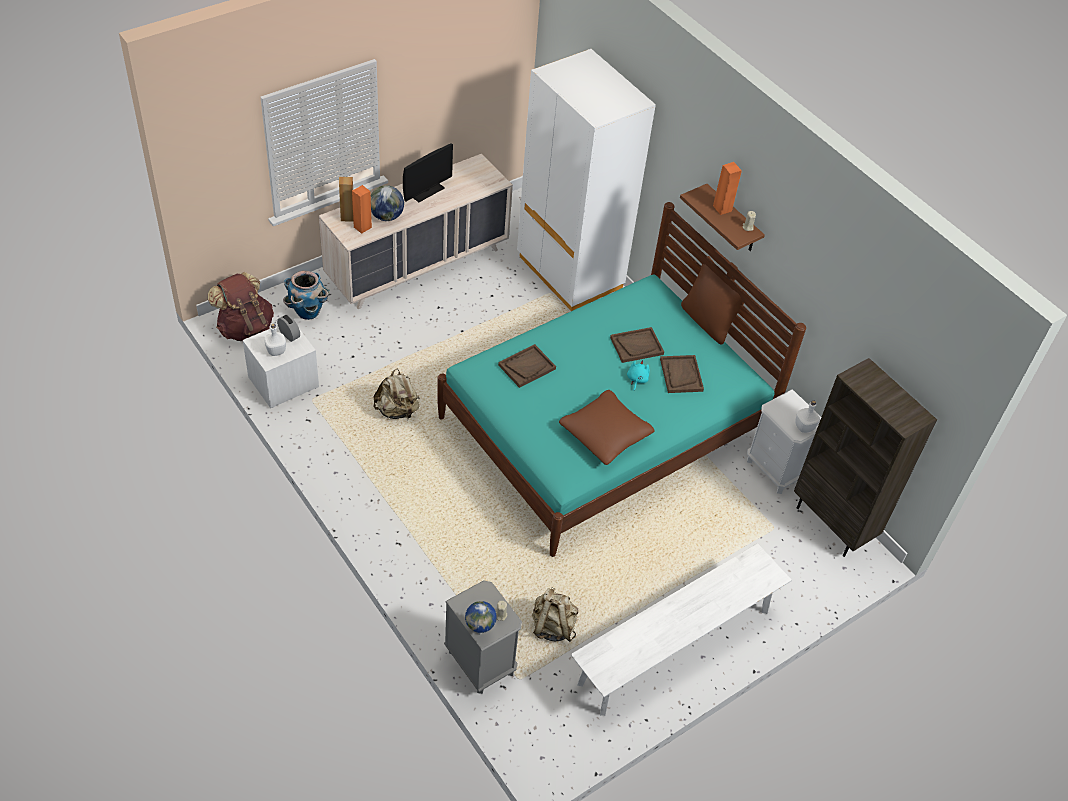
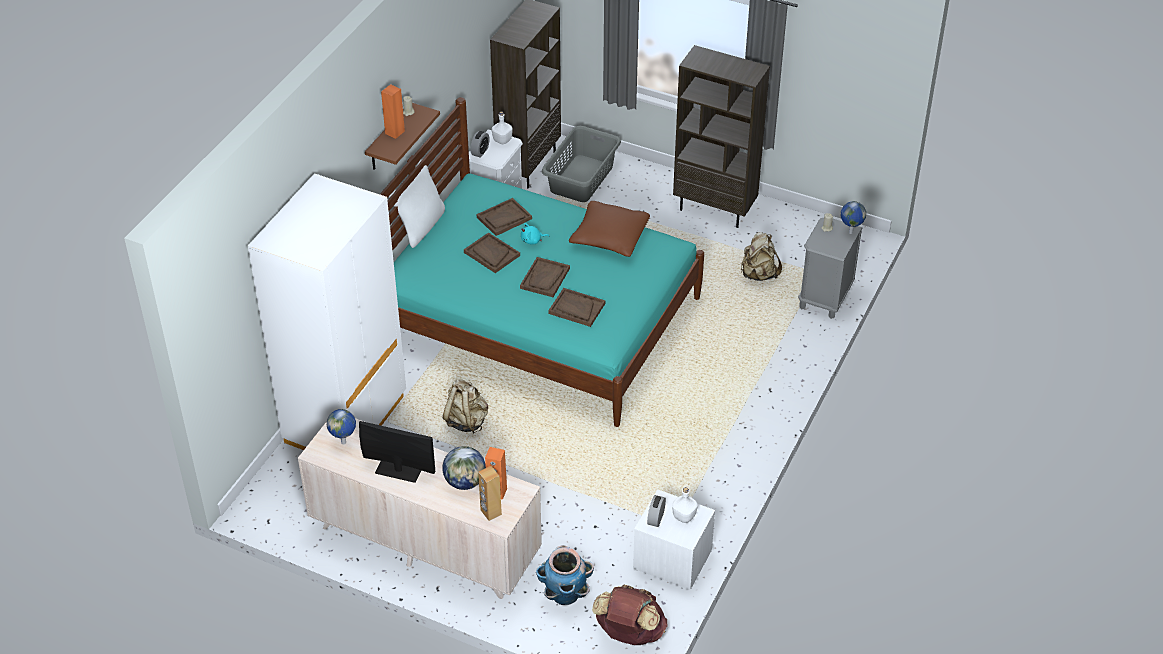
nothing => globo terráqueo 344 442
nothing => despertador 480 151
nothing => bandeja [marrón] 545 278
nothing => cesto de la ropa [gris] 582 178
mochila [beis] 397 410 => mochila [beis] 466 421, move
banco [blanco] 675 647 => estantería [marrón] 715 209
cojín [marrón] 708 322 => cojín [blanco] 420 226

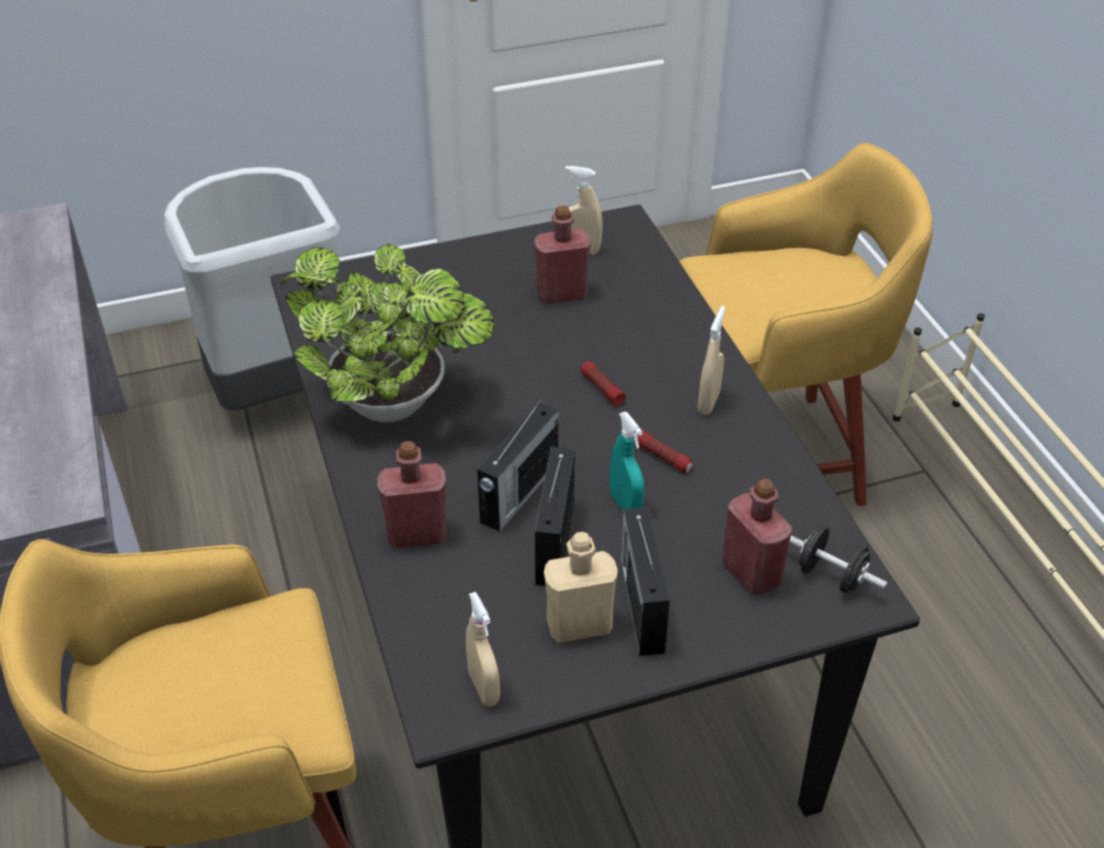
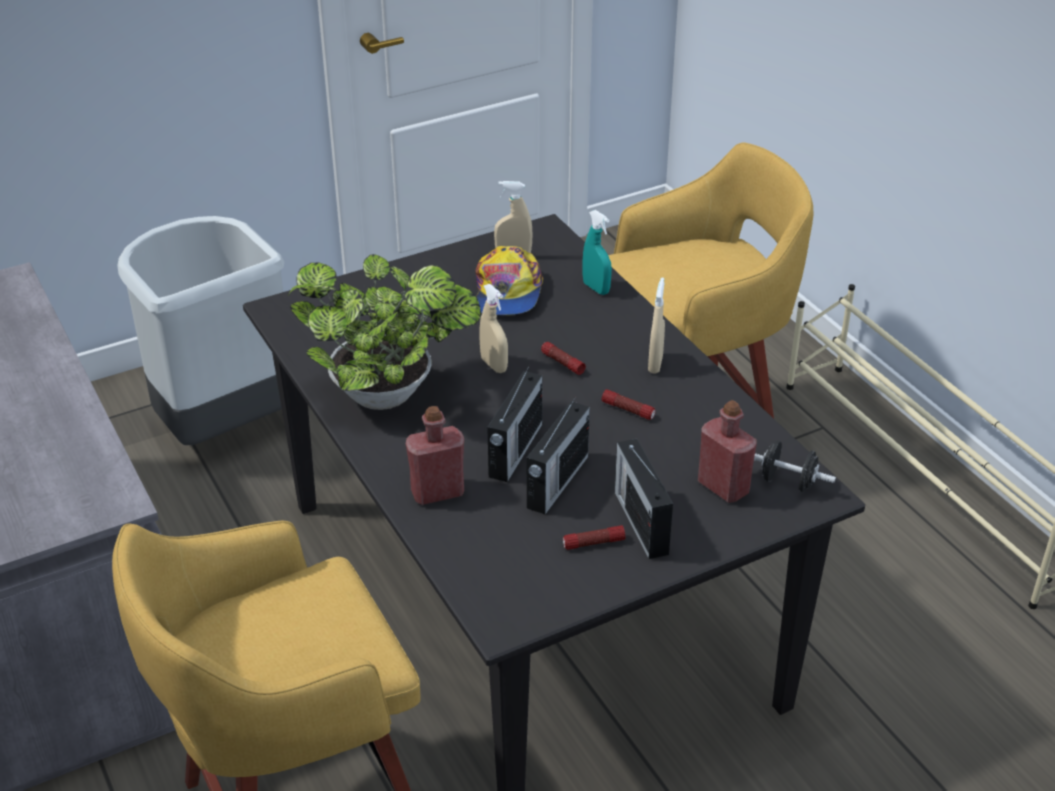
pulverizador [beis] 484 688 => pulverizador [beis] 494 365, move
pulverizador [turquesa] 625 505 => pulverizador [turquesa] 596 288, move
botella [rojo] 562 294 => gorra 507 292
botella [beis] 579 625 => linterna 593 543
radio 556 540 => radio 556 483, 150 degrees counterclockwise

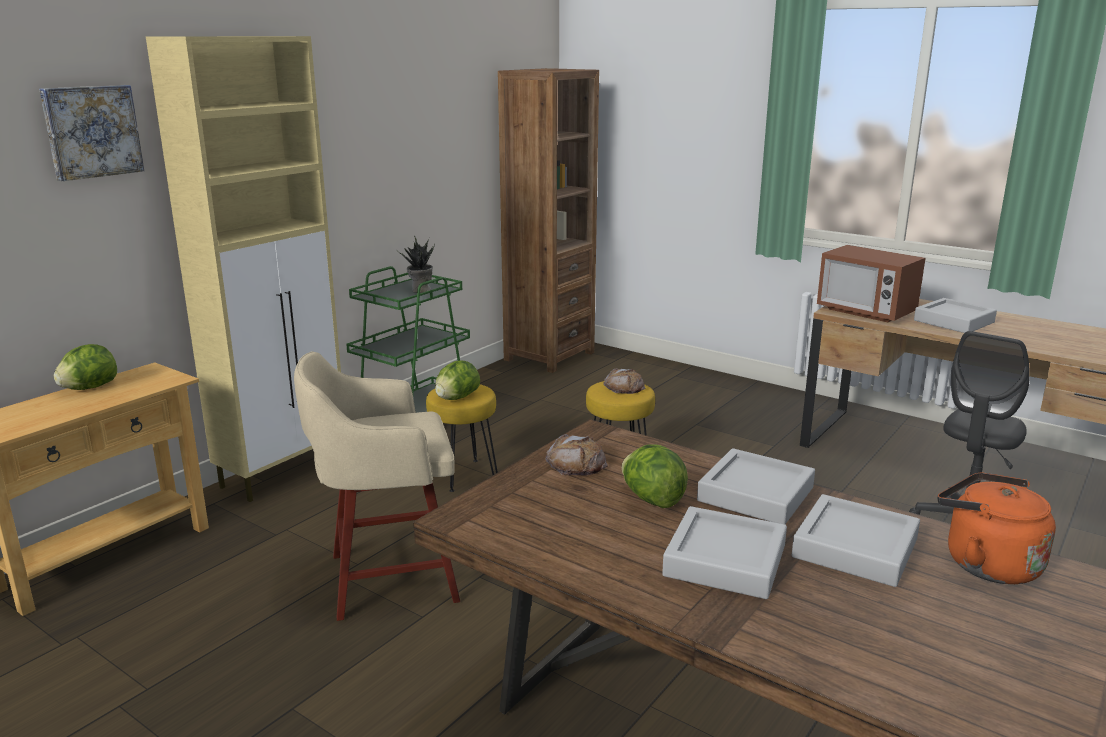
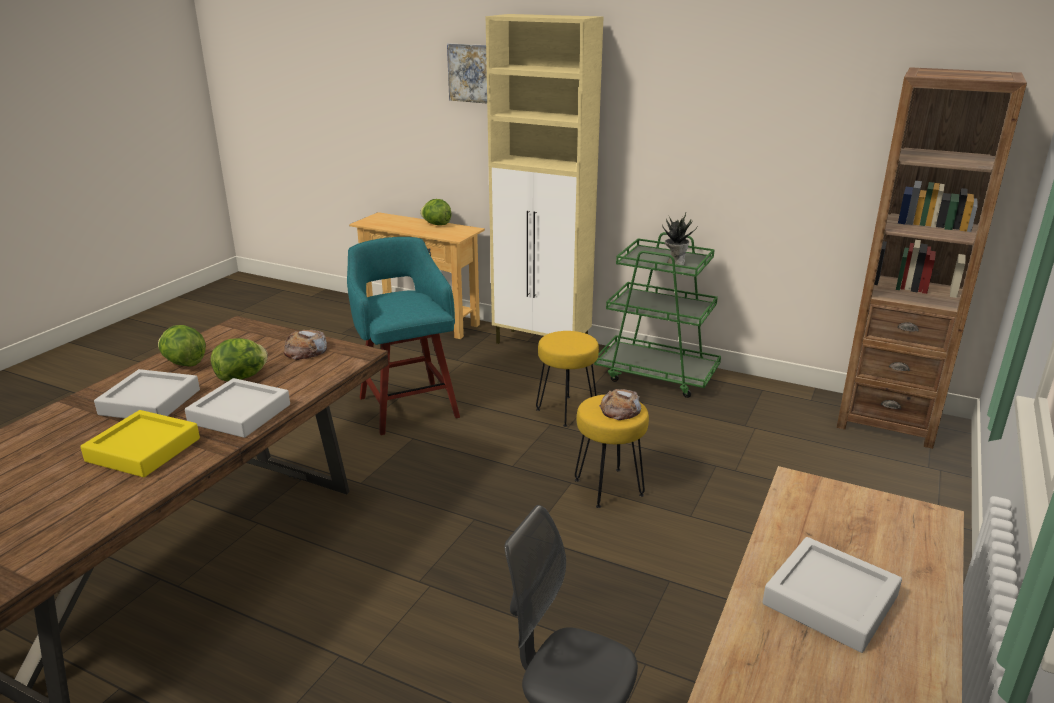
microondas 865 312 => nothing
hervidor [naranja] 985 563 => nothing
lechuga 457 398 => lechuga 184 363, move
taburete [beis] 388 578 => taburete [turquesa] 408 405
bandeja [gris] 855 548 => bandeja [amarillo] 143 450

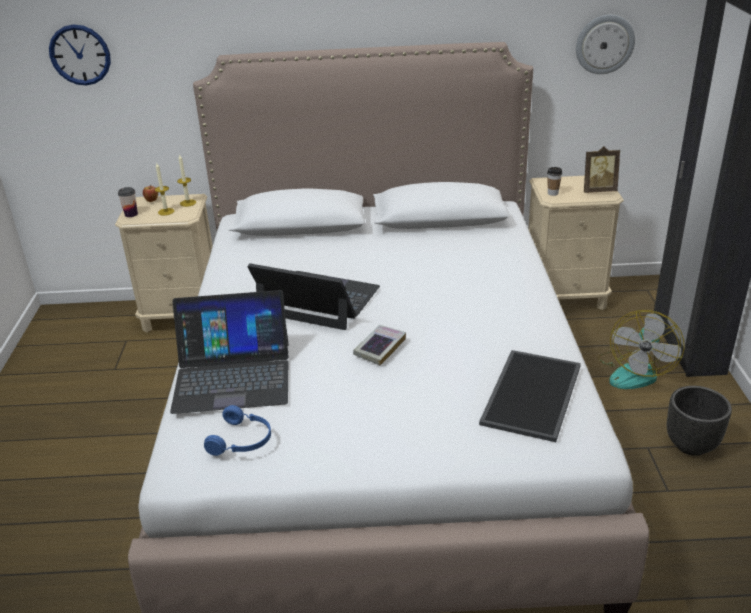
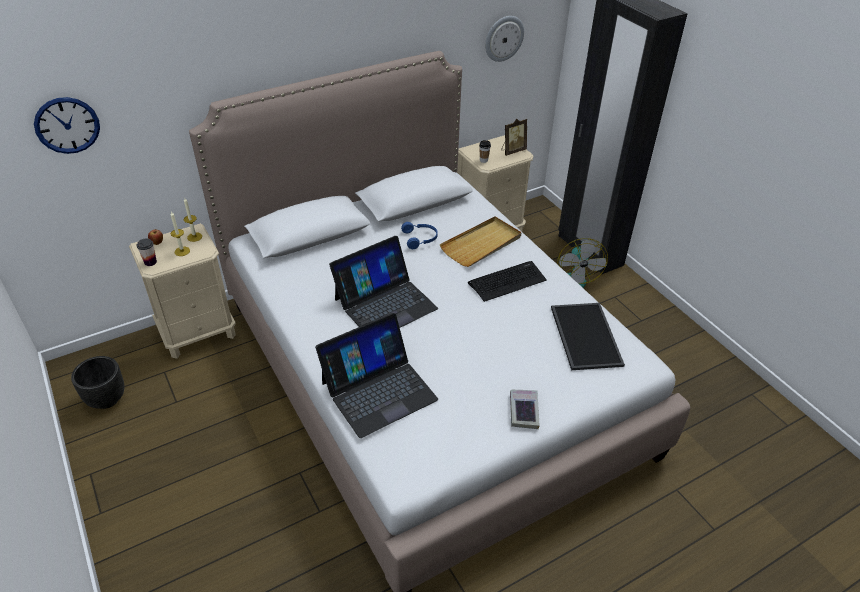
nothing => bandeja [beis] 482 244
nothing => teclado 507 281
auriculares [azul] 242 440 => auriculares [azul] 420 239, move
libro 379 348 => libro 523 411, move
maceta [negro] 691 446 => maceta [negro] 107 400, move
portátil 318 300 => portátil 385 303, 150 degrees clockwise

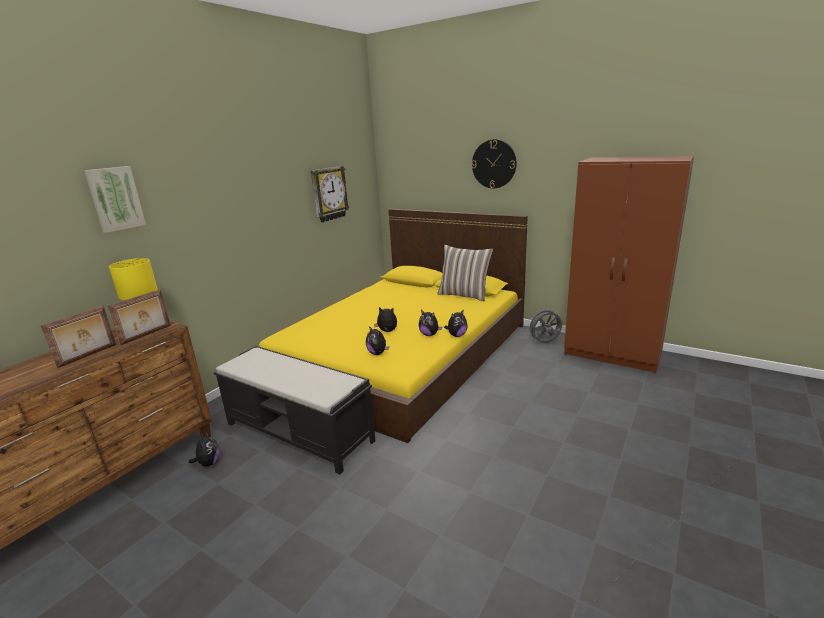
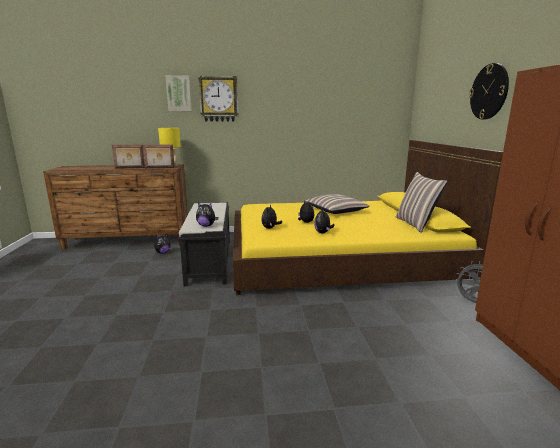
nothing => cojín 336 210
reloj de pared 329 194 => reloj de pared 219 99, move
peluche 456 335 => peluche 206 226, move

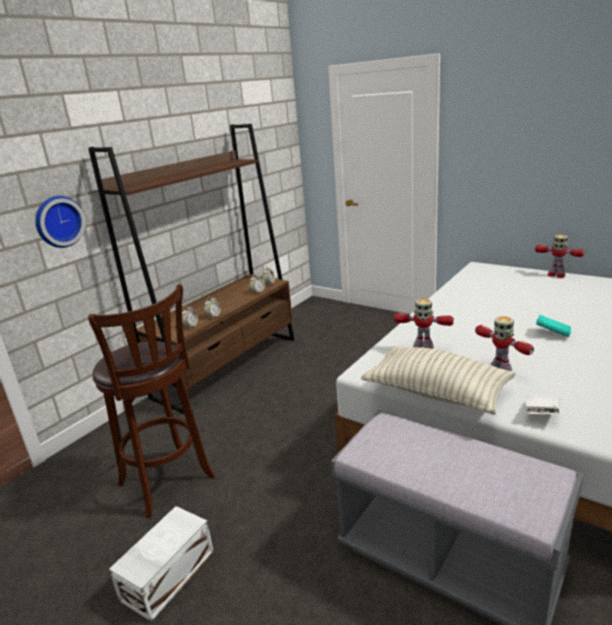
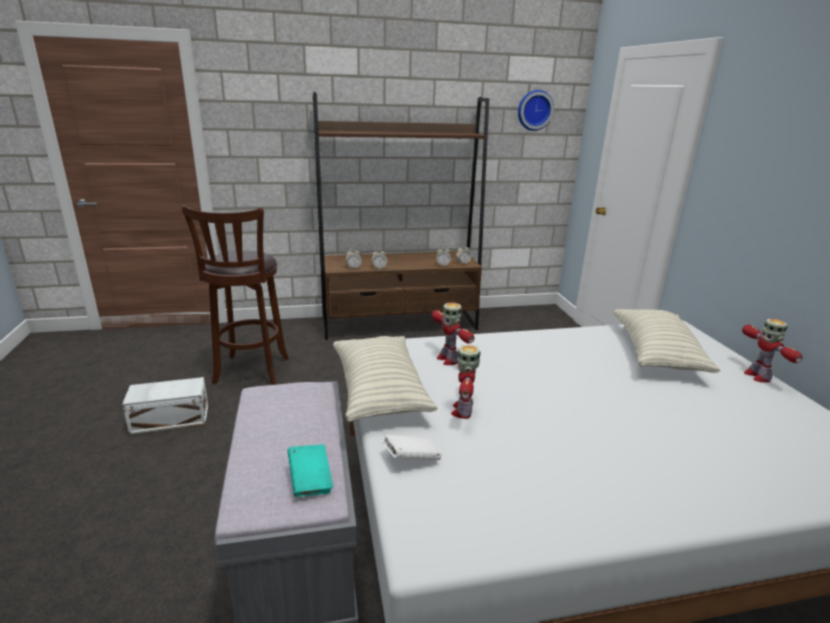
nothing => cojín 656 354
reloj de pared 58 221 => reloj de pared 534 110, move
libro [turquesa] 552 333 => libro [turquesa] 310 481, move

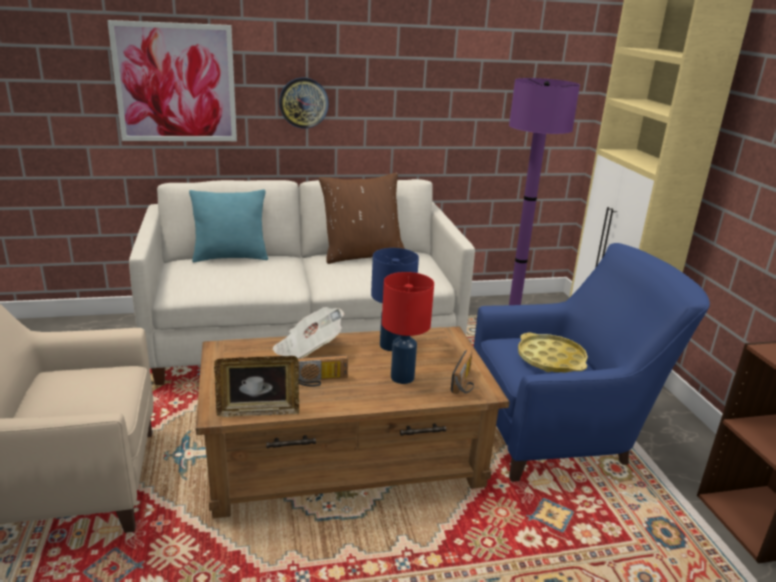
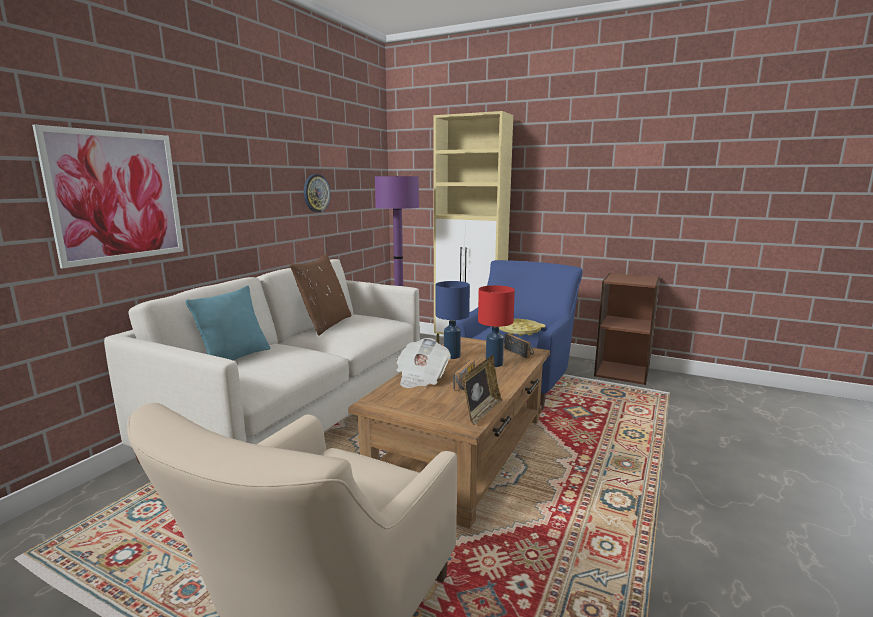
reloj de pared 303 103 => reloj de pared 316 193, move

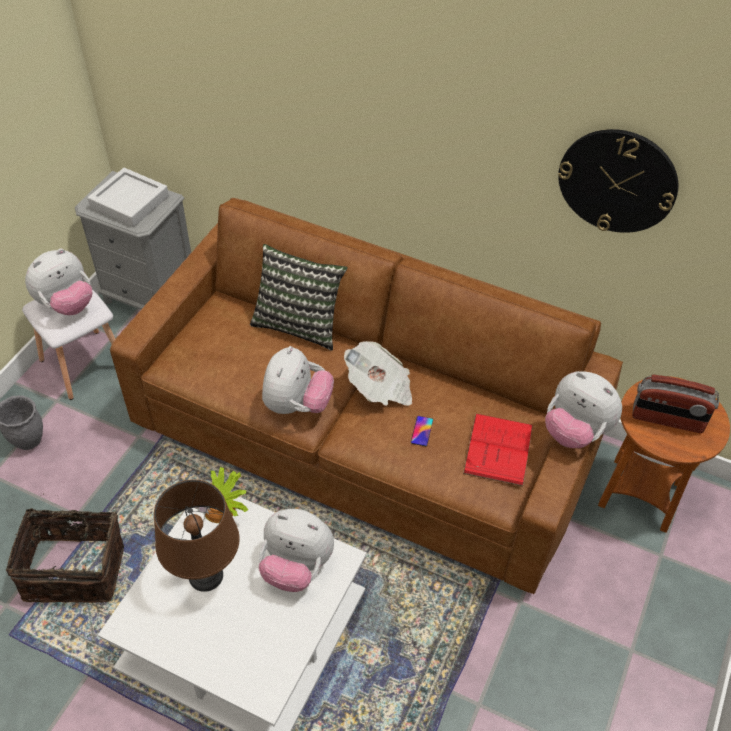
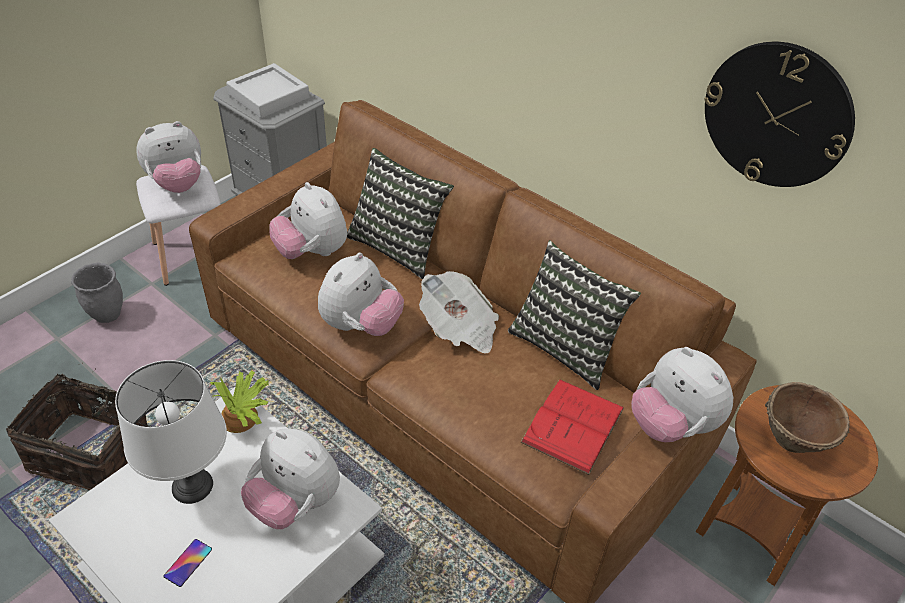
nothing => peluche 312 252
nothing => cojín 567 345
móvil 422 431 => móvil 188 563, move
radio 667 419 => cuenco [marrón] 795 438
lámpara de mesa [marrón] 206 575 => lámpara de mesa [blanco] 193 486

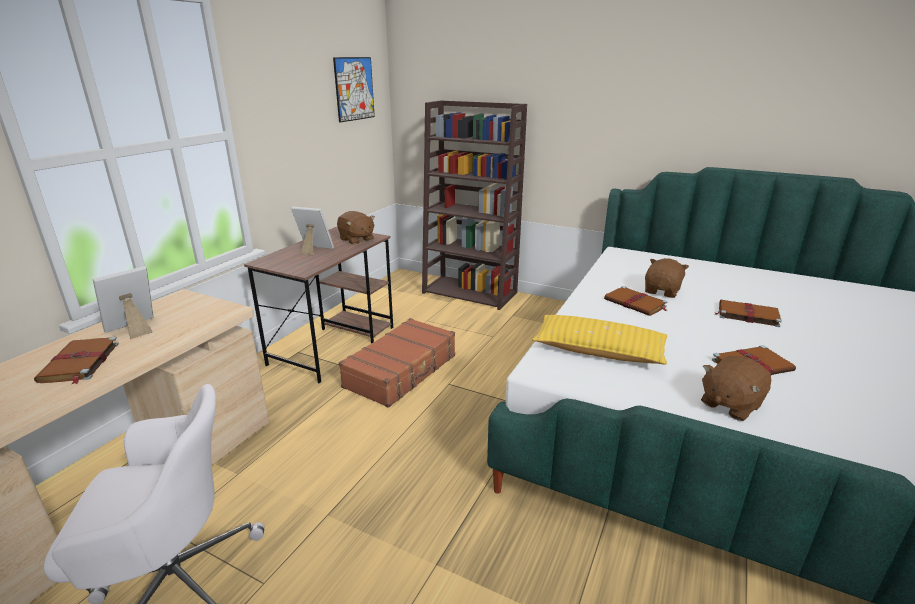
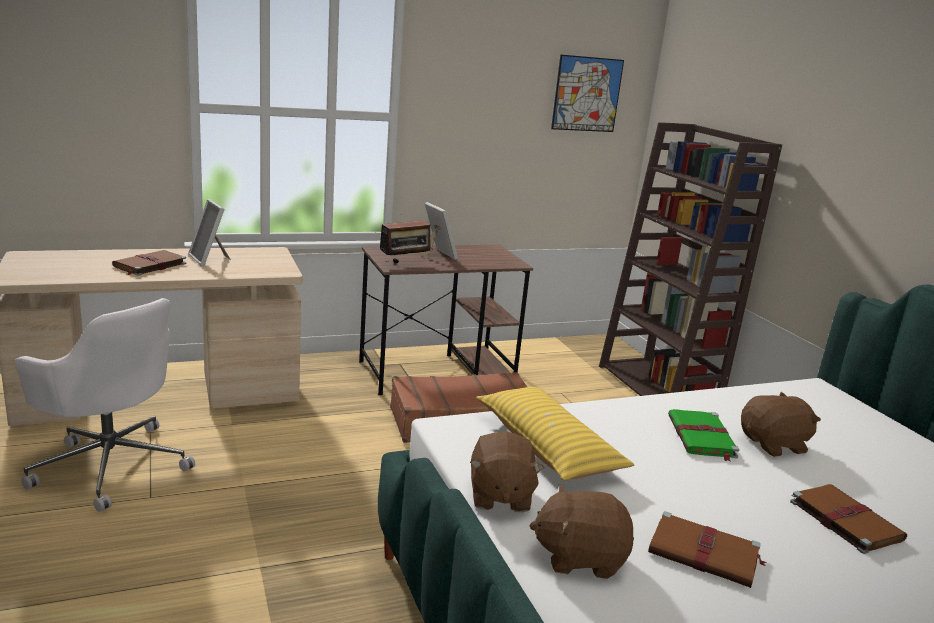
nothing => radio 405 264
peluche [marrón] 356 239 => peluche [marrón] 499 496, move
libro [marrón] 636 303 => libro [verde] 701 437
portarretratos 134 329 => portarretratos 209 259, 120 degrees counterclockwise

